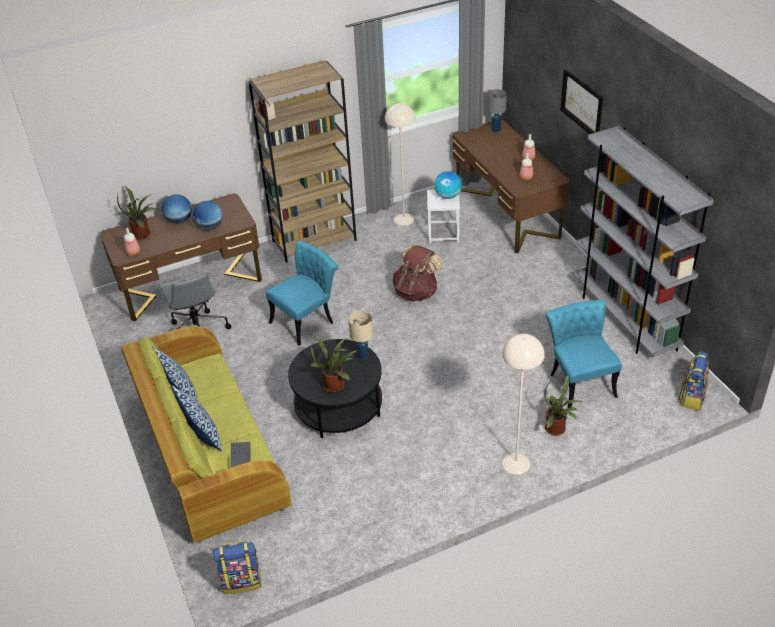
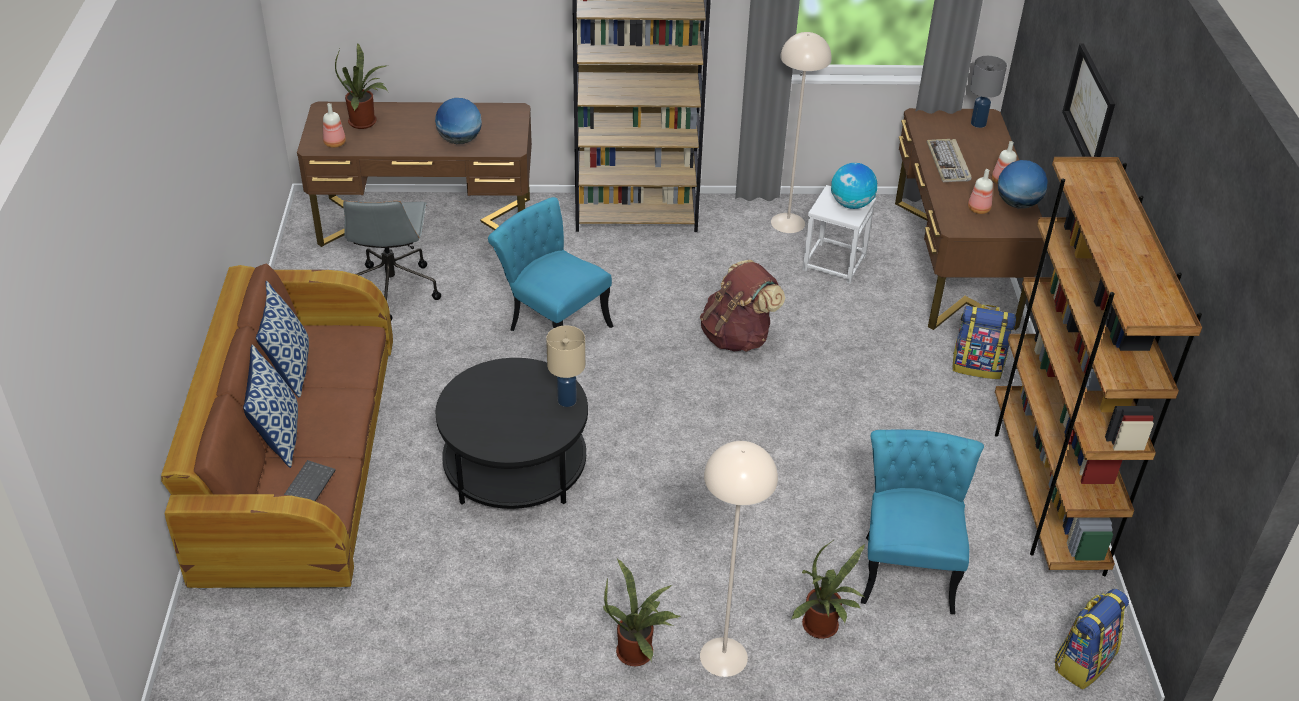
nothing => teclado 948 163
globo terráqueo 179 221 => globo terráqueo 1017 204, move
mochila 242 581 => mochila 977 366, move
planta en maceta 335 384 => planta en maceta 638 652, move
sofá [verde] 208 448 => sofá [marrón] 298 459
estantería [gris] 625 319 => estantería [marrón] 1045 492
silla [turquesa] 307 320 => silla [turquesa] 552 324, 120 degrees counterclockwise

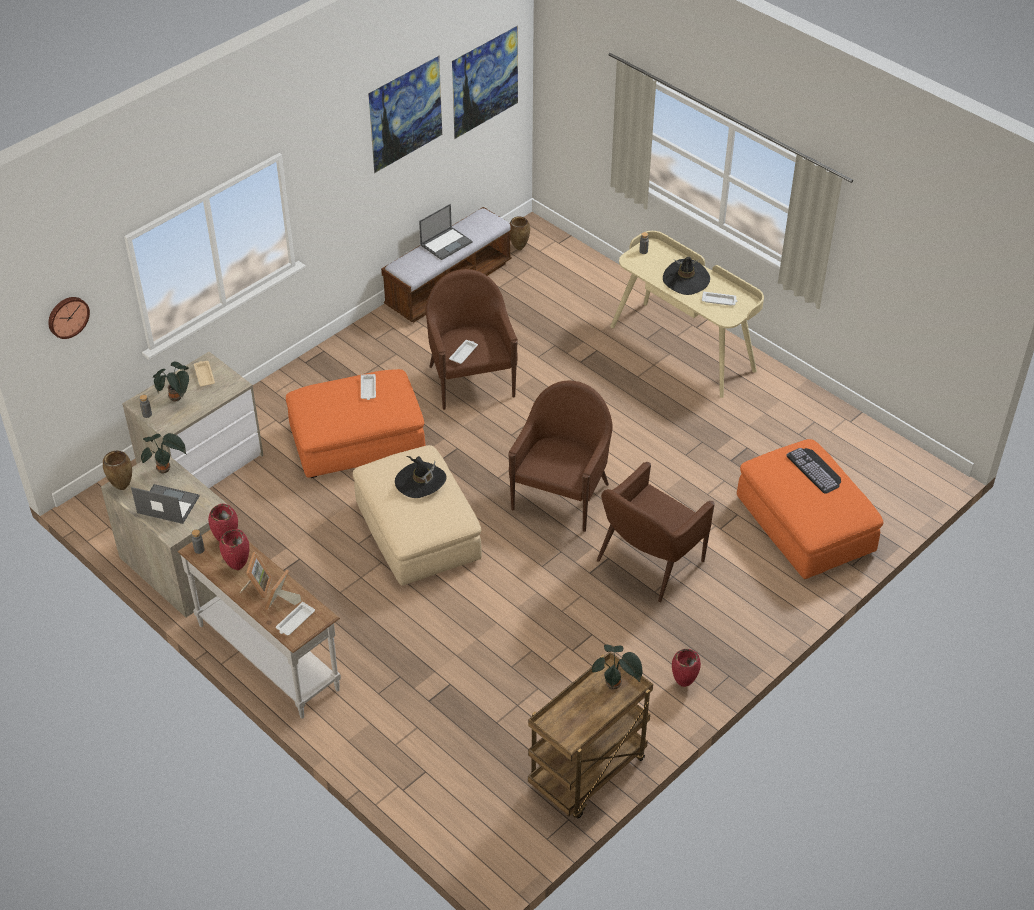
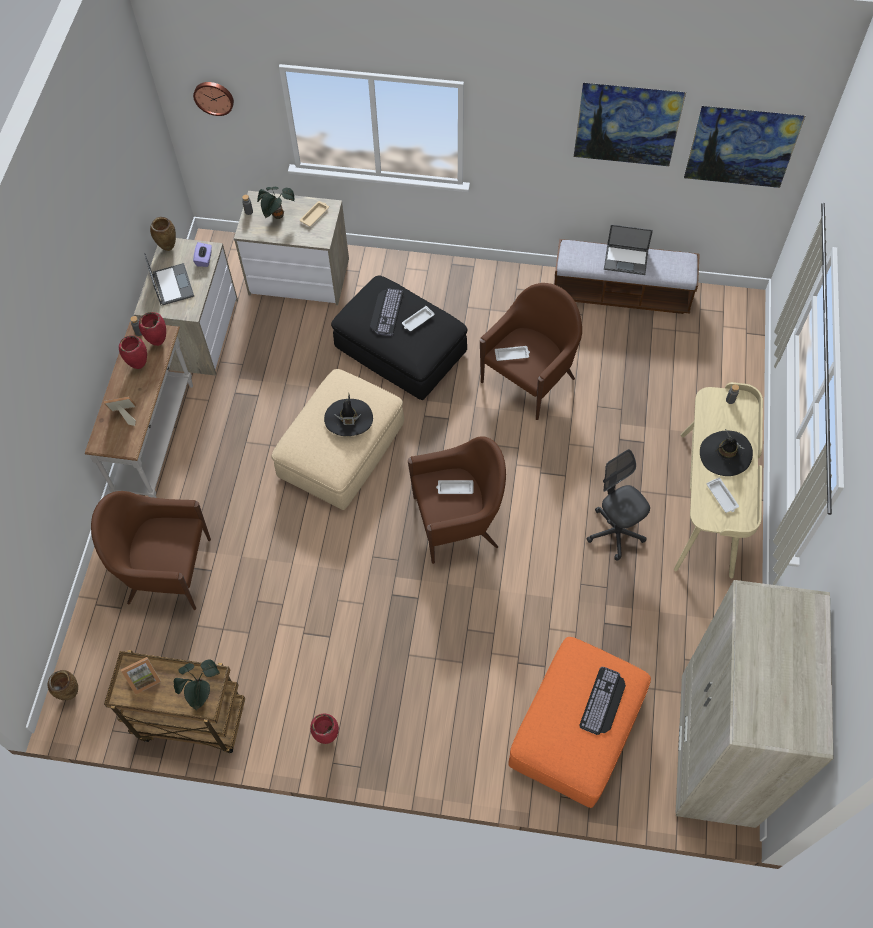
nothing => teclado 386 311
nothing => silla de oficina [gris] 615 532
nothing => armario ropero [beis] 715 751
portarretratos 257 587 => portarretratos 144 678, move
bandeja [blanco] 295 621 => bandeja [blanco] 454 488, move
florero [marrón] 518 248 => florero [marrón] 71 693, move
sillón [marrón] 648 562 => sillón [marrón] 167 570, move
planta en maceta 165 469 => caja de pañuelos [morado] 204 259
puf [naranja] 357 440 => puf [negro] 401 350

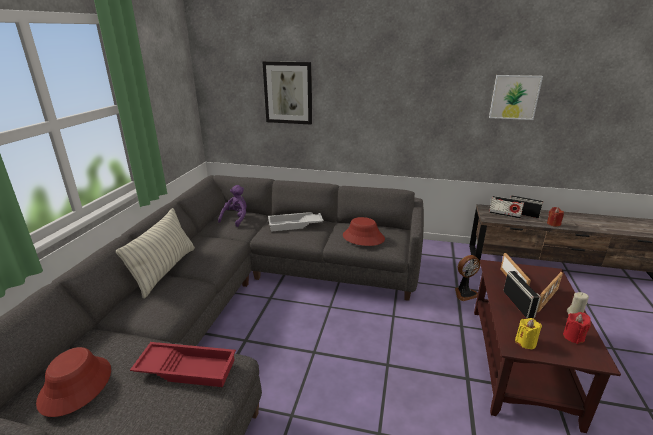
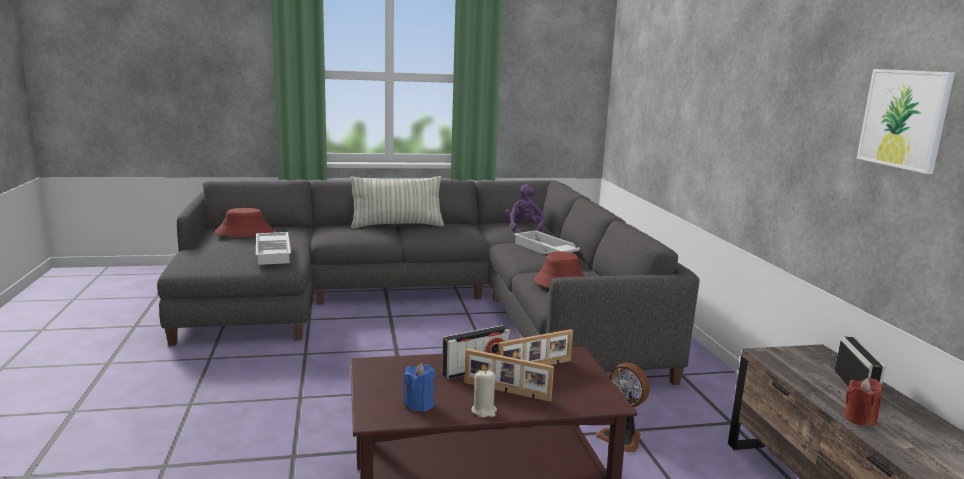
cuadro 288 93 => nothing
radio 504 214 => nothing
vela [amarillo] 525 342 => nothing
bandeja [rojo] 188 368 => bandeja [blanco] 274 253
vela [rojo] 573 337 => vela [azul] 419 404
peluche [morado] 236 219 => peluche [morado] 523 228, 90 degrees counterclockwise

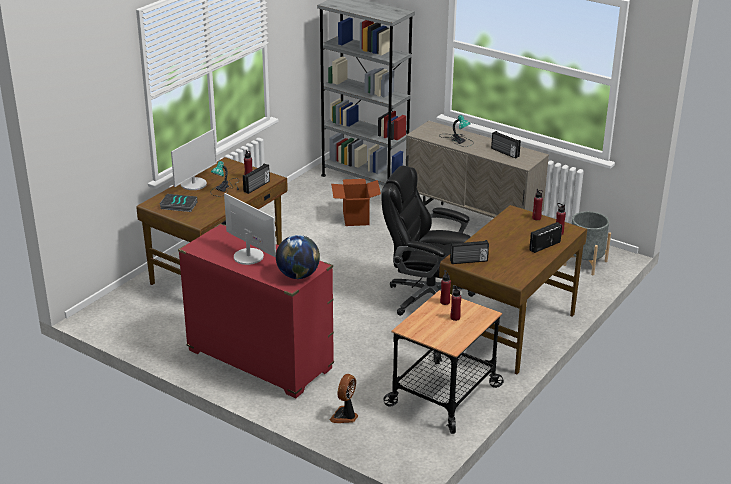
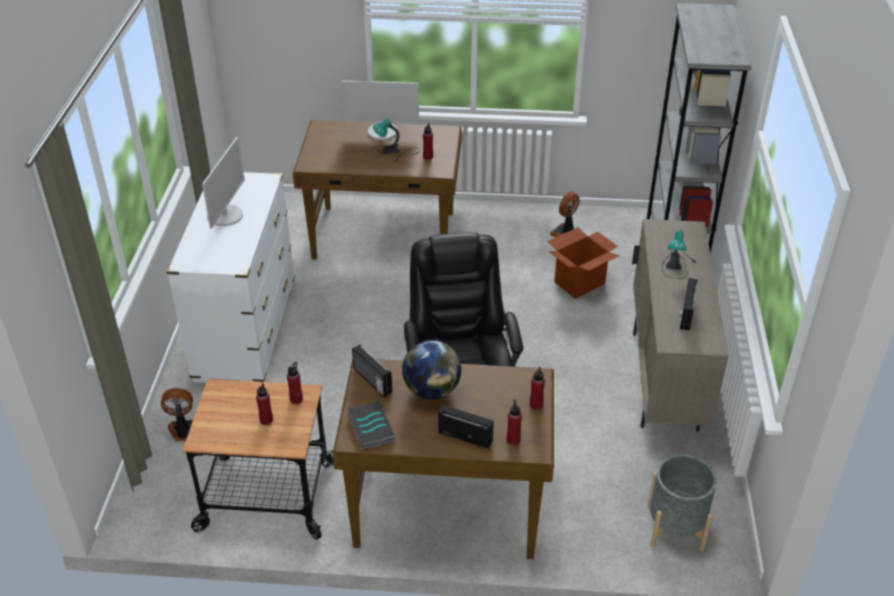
radio 257 186 => nothing
nothing => ventilador 565 232
libro 178 205 => libro 370 428, move
globo terráqueo 298 275 => globo terráqueo 432 390, move
cómoda [rojo] 259 360 => cómoda [blanco] 246 330

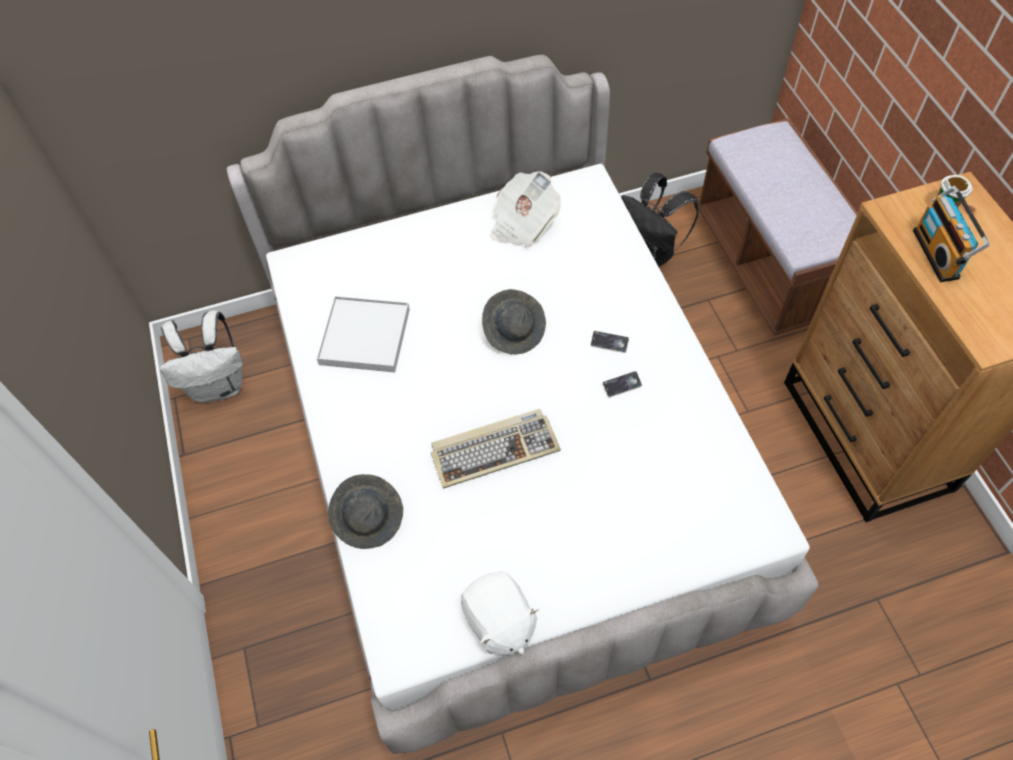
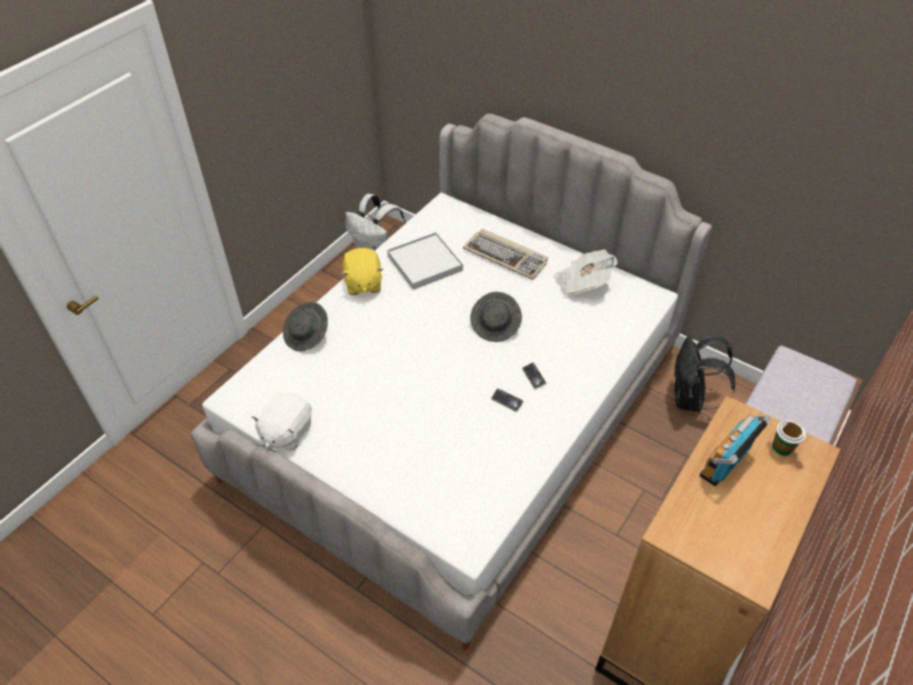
nothing => peluche [amarillo] 363 283
teclado 495 449 => teclado 506 256, move

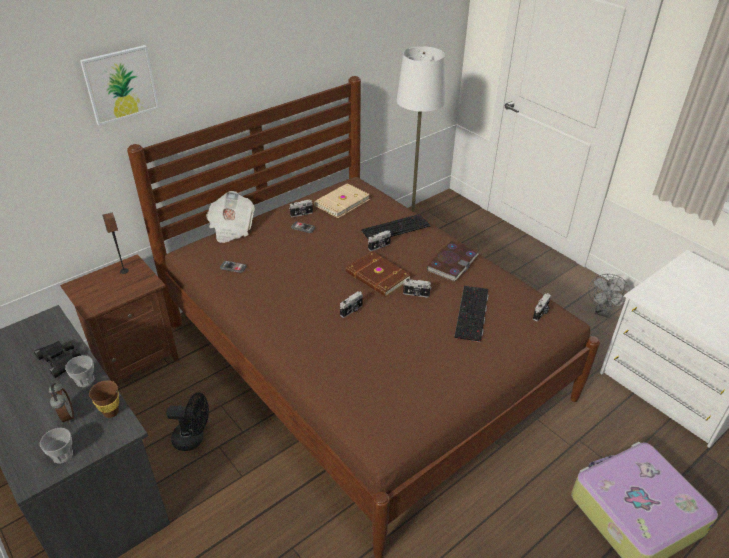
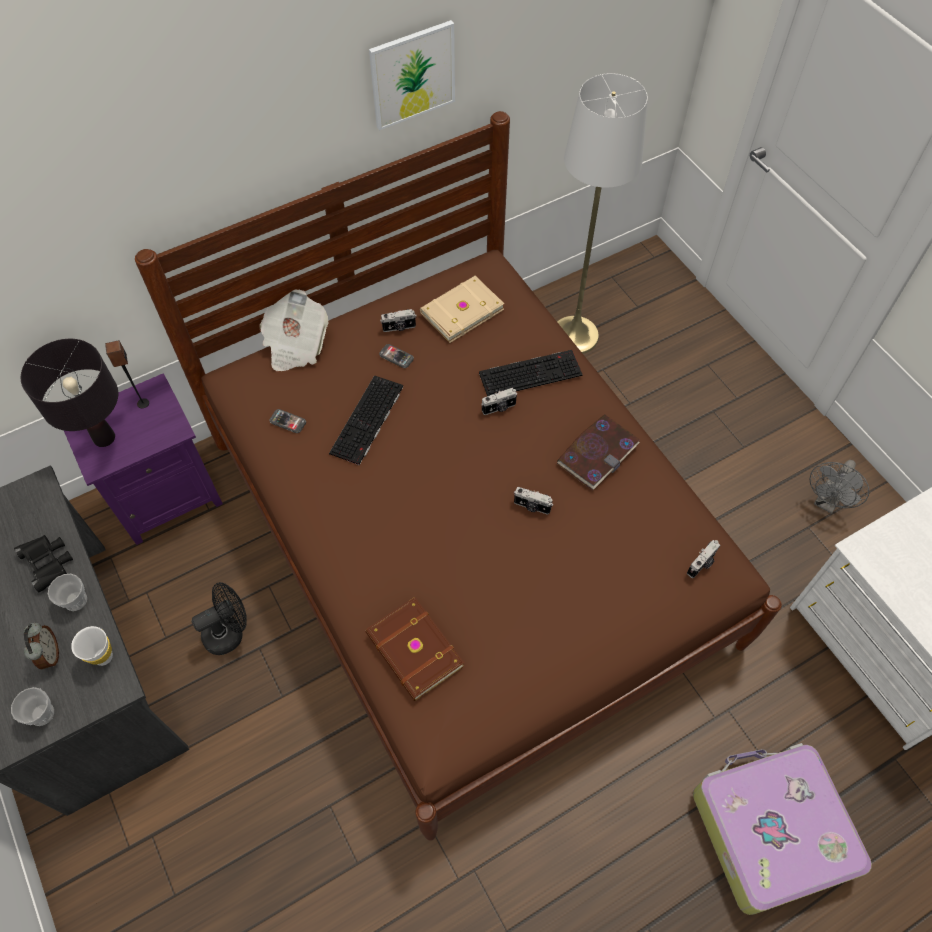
cámara 352 310 => nothing
nothing => lámpara de mesa [negro] 104 438
cuadro 120 84 => cuadro 412 75, move
libro [marrón] 377 277 => libro [marrón] 413 651, move
teclado 473 314 => teclado 368 421, move
mesita de noche [marrón] 135 359 => mesita de noche [morado] 167 496
taza [marrón] 111 412 => taza [blanco] 103 657
ventilador [negro] 193 439 => ventilador [negro] 229 632, 45 degrees counterclockwise

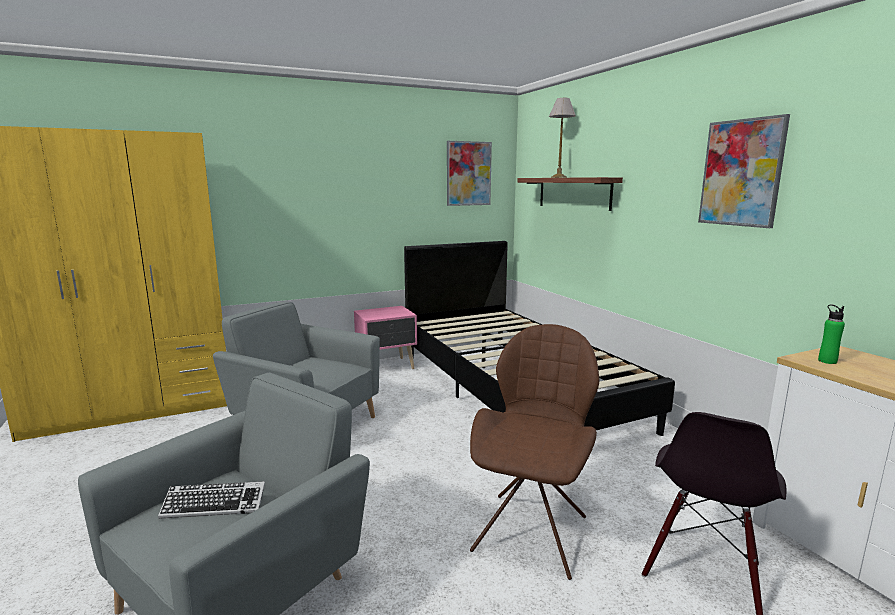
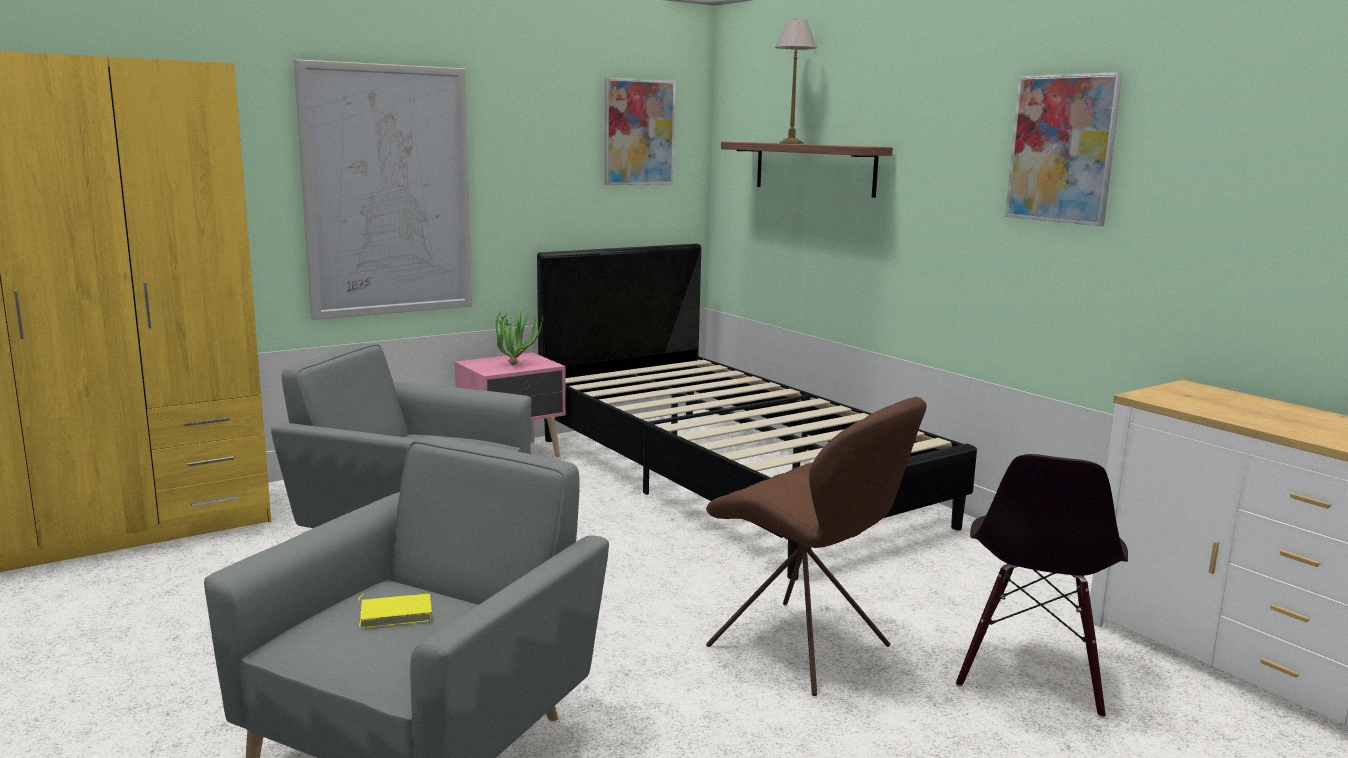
botella [verde] 827 361 => nothing
nothing => cuadro 387 191
nothing => planta en maceta 515 363
teclado 214 505 => libro [amarillo] 396 613
silla [marrón] 532 530 => silla [marrón] 804 649, 120 degrees clockwise

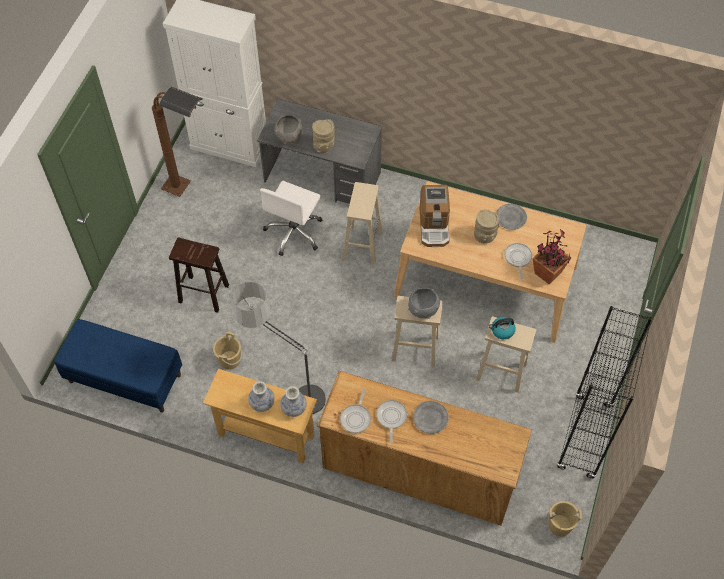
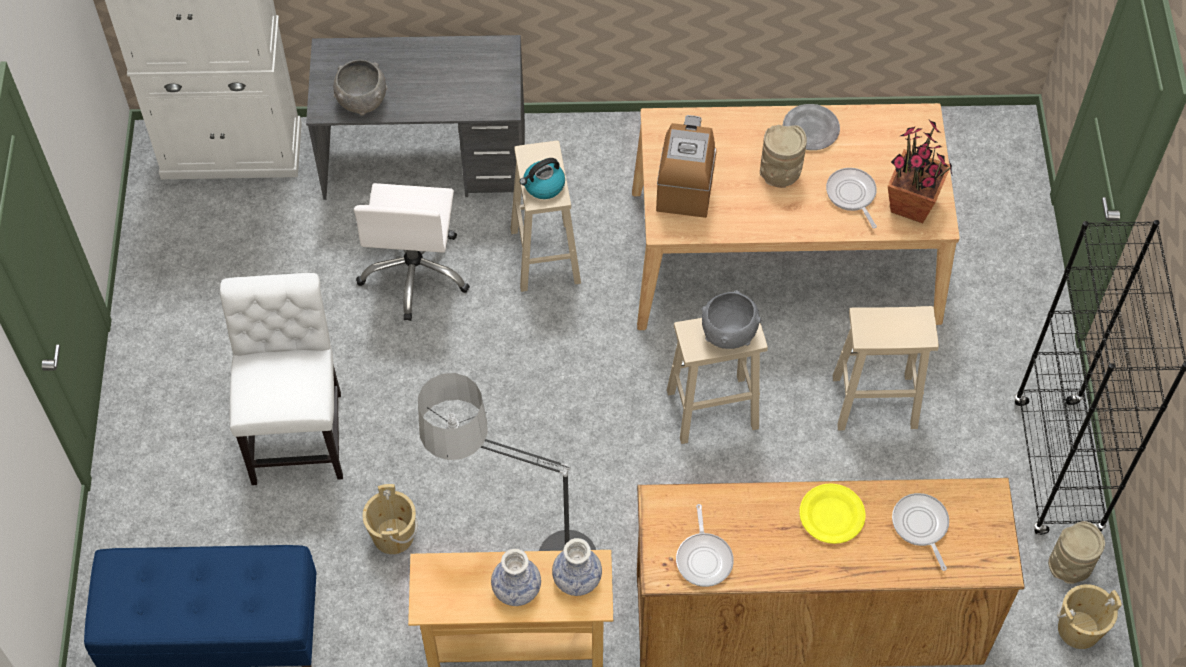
lámpara de pie [marrón] 190 191 => nothing
florero [beis] 324 146 => florero [beis] 1069 567, move
sartén 391 418 => sartén 921 526, move
hervidor 502 331 => hervidor 543 186, move
taburete [marrón] 204 294 => silla [blanco] 298 432
plato [gris] 430 418 => plato [amarillo] 831 515
cafetera 434 225 => cafetera 686 182, 150 degrees counterclockwise

